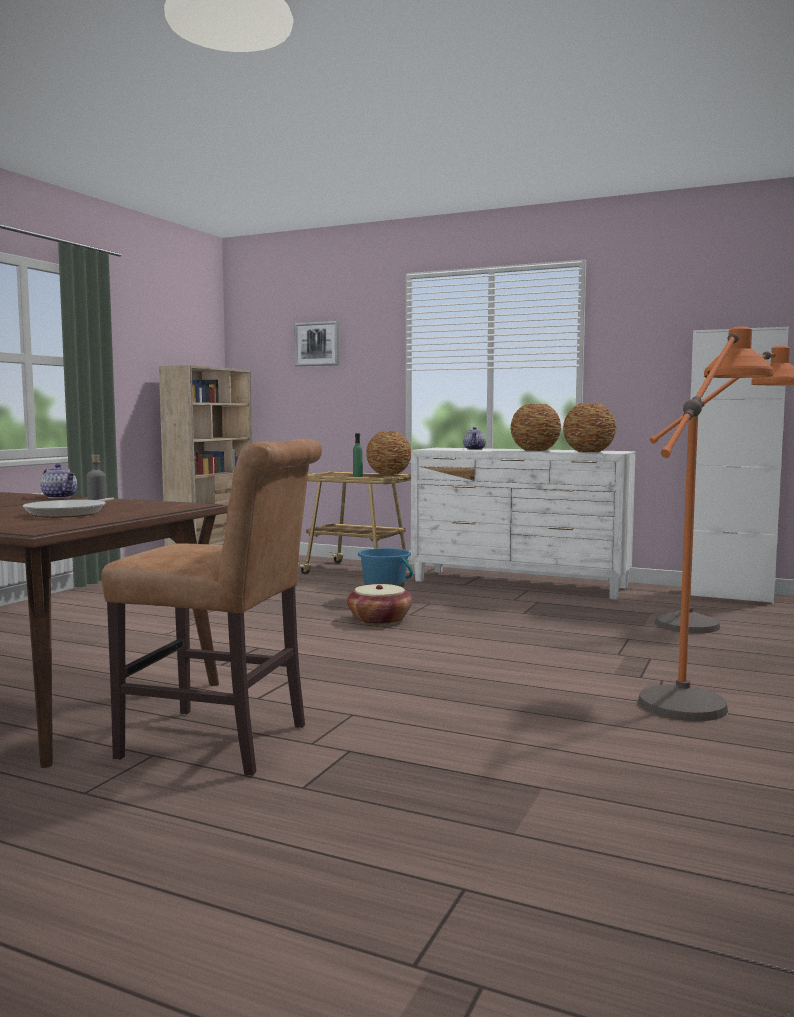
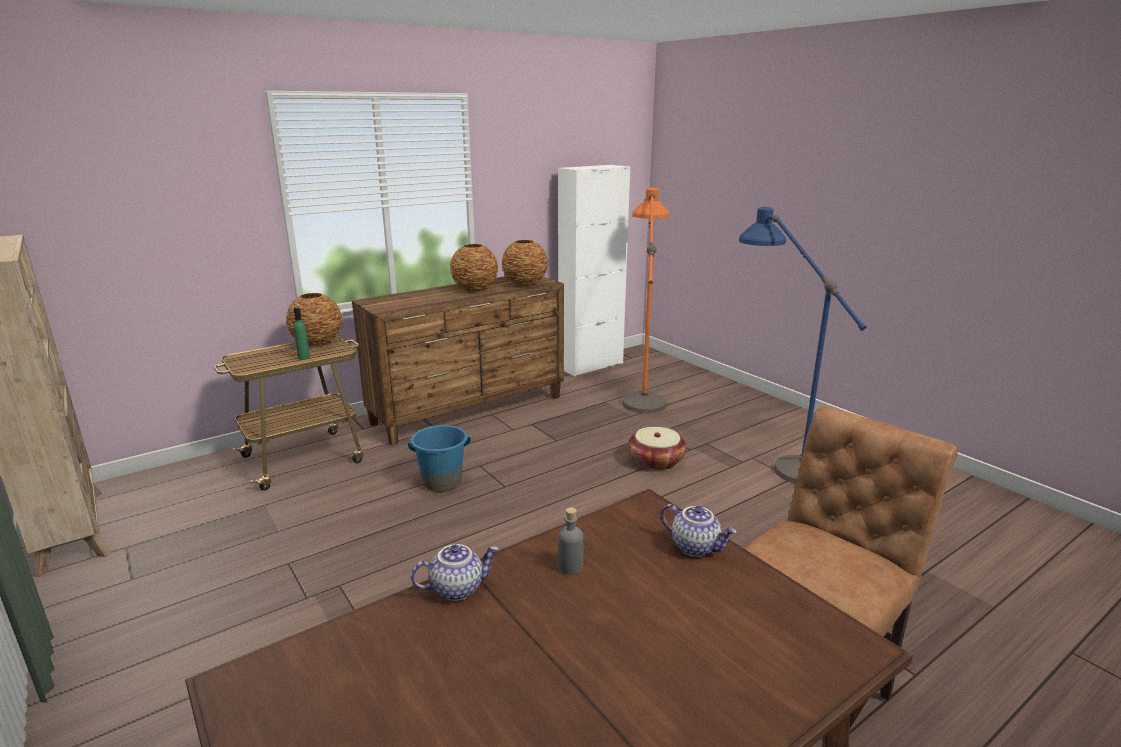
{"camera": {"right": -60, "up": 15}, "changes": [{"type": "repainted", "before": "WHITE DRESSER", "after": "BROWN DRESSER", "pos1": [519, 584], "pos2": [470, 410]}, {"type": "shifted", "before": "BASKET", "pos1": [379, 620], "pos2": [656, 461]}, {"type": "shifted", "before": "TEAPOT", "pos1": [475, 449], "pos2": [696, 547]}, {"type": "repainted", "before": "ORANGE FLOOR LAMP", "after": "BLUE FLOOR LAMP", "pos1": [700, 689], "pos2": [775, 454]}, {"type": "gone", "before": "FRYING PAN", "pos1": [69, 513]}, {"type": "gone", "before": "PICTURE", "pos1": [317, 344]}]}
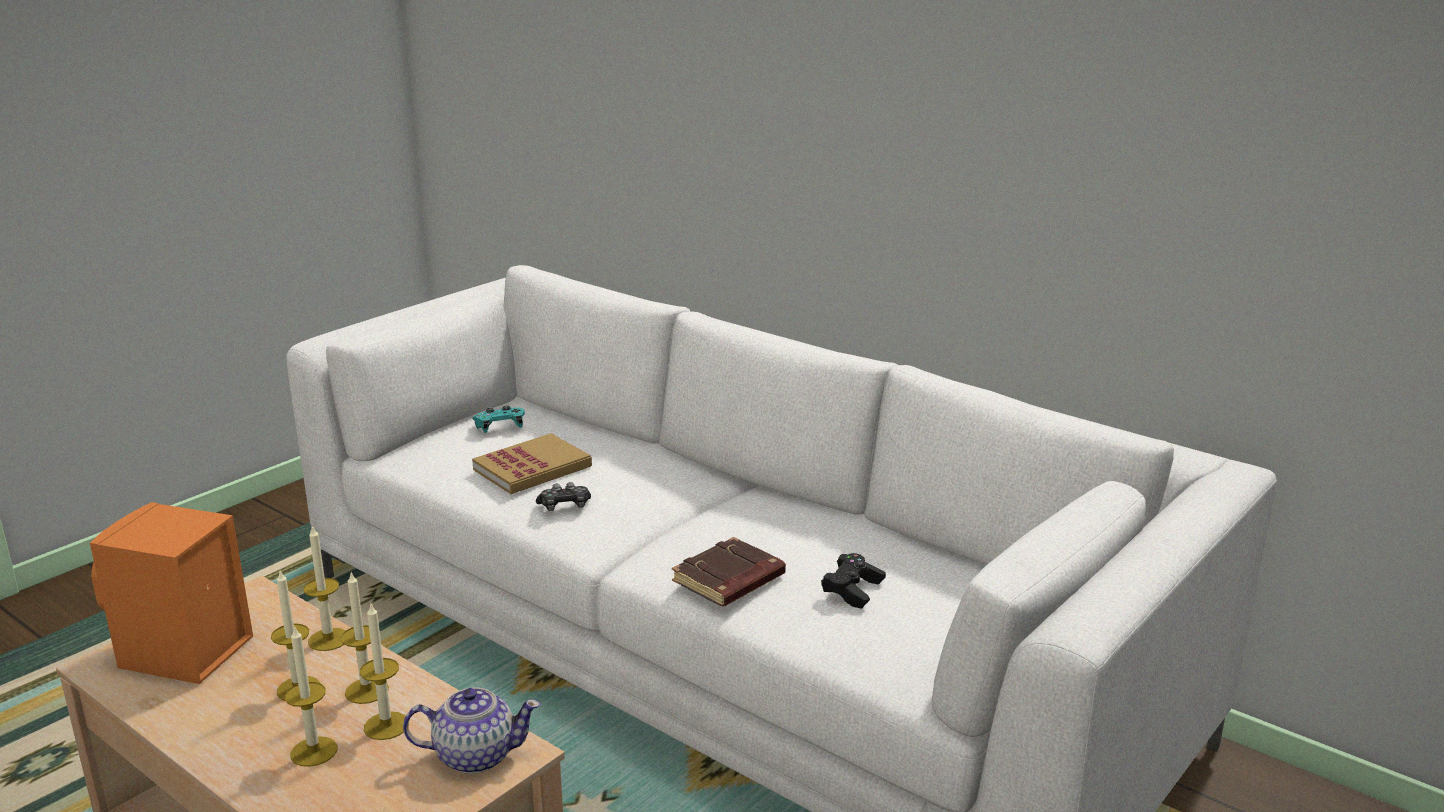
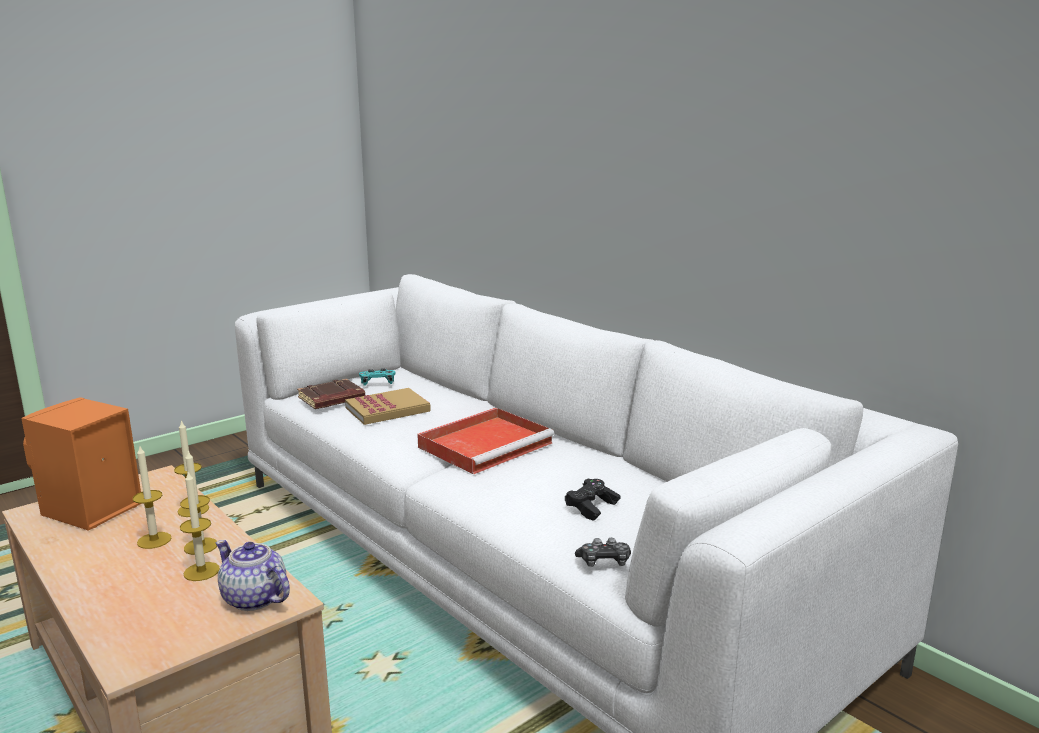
{"camera": {"right": 10, "up": -5}, "changes": [{"type": "rotated", "before": "TEAPOT", "pos1": [474, 755], "pos2": [254, 599], "turn": -150}, {"type": "shifted", "before": "BROWN BOOK", "pos1": [729, 580], "pos2": [331, 400]}, {"type": "new", "after": "RED TRAY", "pos2": [487, 444]}, {"type": "shifted", "before": "GAME CONTROLLER", "pos1": [564, 506], "pos2": [604, 562]}, {"type": "gone", "before": "CANDLE", "pos1": [314, 751]}]}
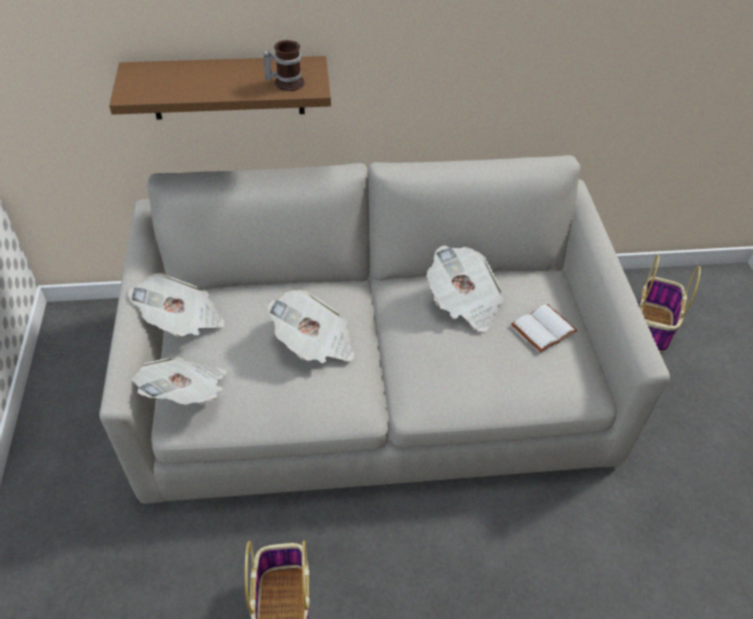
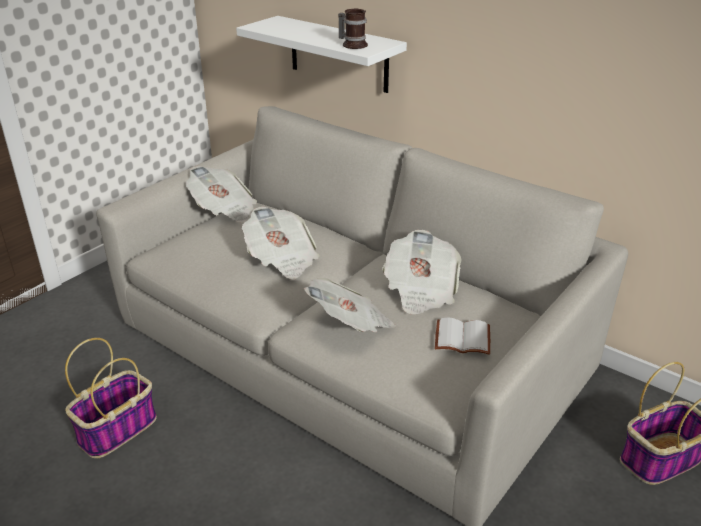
{"camera": {"right": 45, "up": -15}, "changes": [{"type": "repainted", "before": "BROWN SHELF", "after": "WHITE SHELF", "pos1": [227, 88], "pos2": [338, 54]}, {"type": "shifted", "before": "NEWSPAPER", "pos1": [186, 393], "pos2": [351, 325]}]}
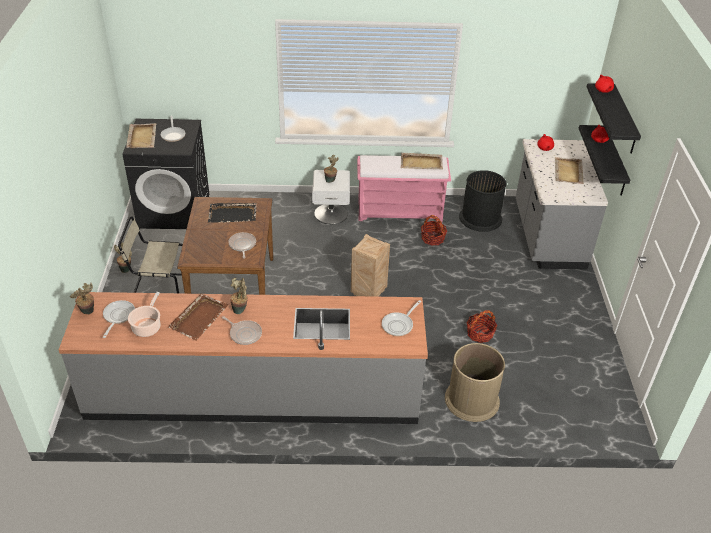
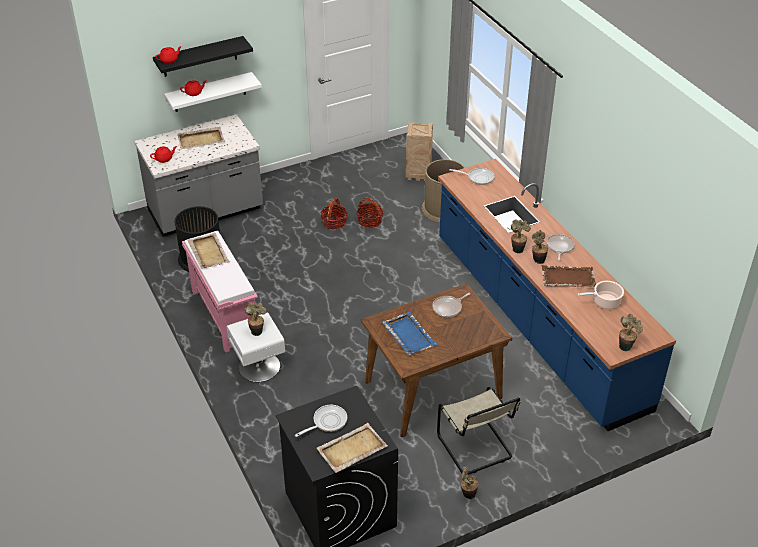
{"camera": {"right": -115, "up": 0}, "changes": [{"type": "repainted", "before": "BLACK SHELF", "after": "WHITE SHELF", "pos1": [614, 162], "pos2": [209, 92]}, {"type": "shifted", "before": "BASKET", "pos1": [432, 238], "pos2": [334, 222]}, {"type": "repainted", "before": "BLACK TRAY", "after": "BLUE TRAY", "pos1": [233, 214], "pos2": [408, 334]}, {"type": "shifted", "before": "CRATE", "pos1": [368, 293], "pos2": [419, 174]}, {"type": "repainted", "before": "GREY COUNTER", "after": "BLUE COUNTER", "pos1": [254, 392], "pos2": [537, 321]}, {"type": "new", "after": "POTTED PLANT", "pos2": [517, 249]}, {"type": "gone", "before": "FRYING PAN", "pos1": [118, 316]}]}
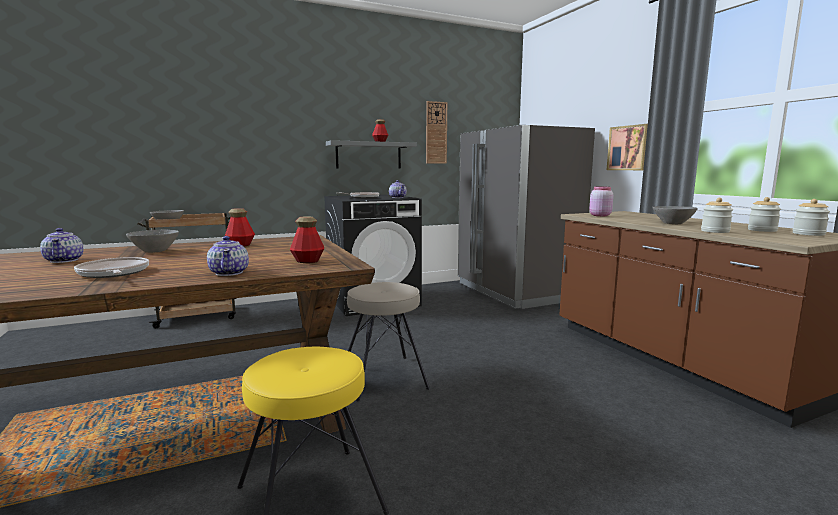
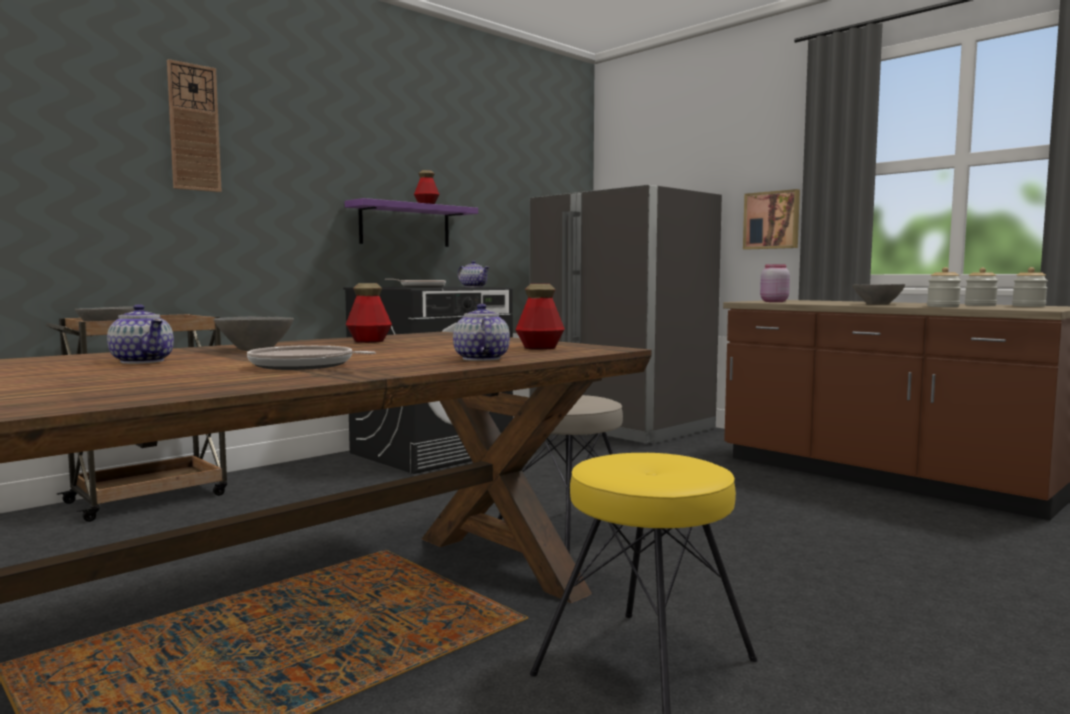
{"camera": {"right": -20, "up": -5}, "changes": [{"type": "shifted", "before": "WALL CLOCK", "pos1": [436, 133], "pos2": [194, 128]}, {"type": "repainted", "before": "GREY SHELF", "after": "PURPLE SHELF", "pos1": [368, 155], "pos2": [405, 225]}, {"type": "rotated", "before": "TEAPOT", "pos1": [229, 273], "pos2": [481, 359], "turn": -150}]}
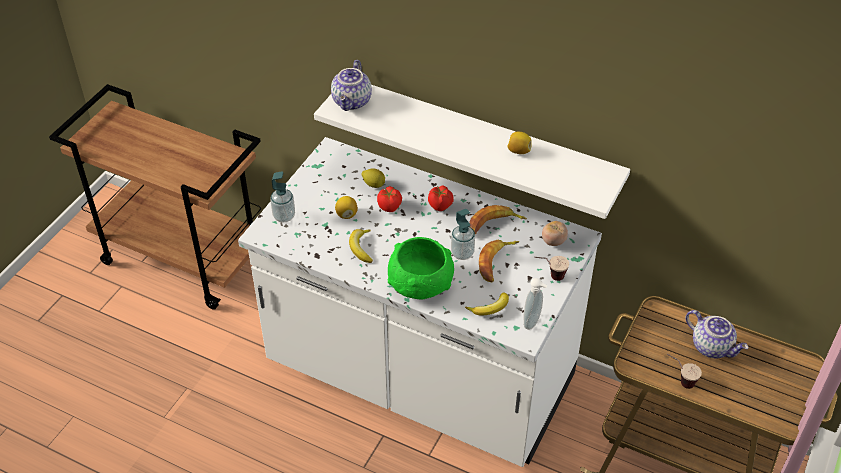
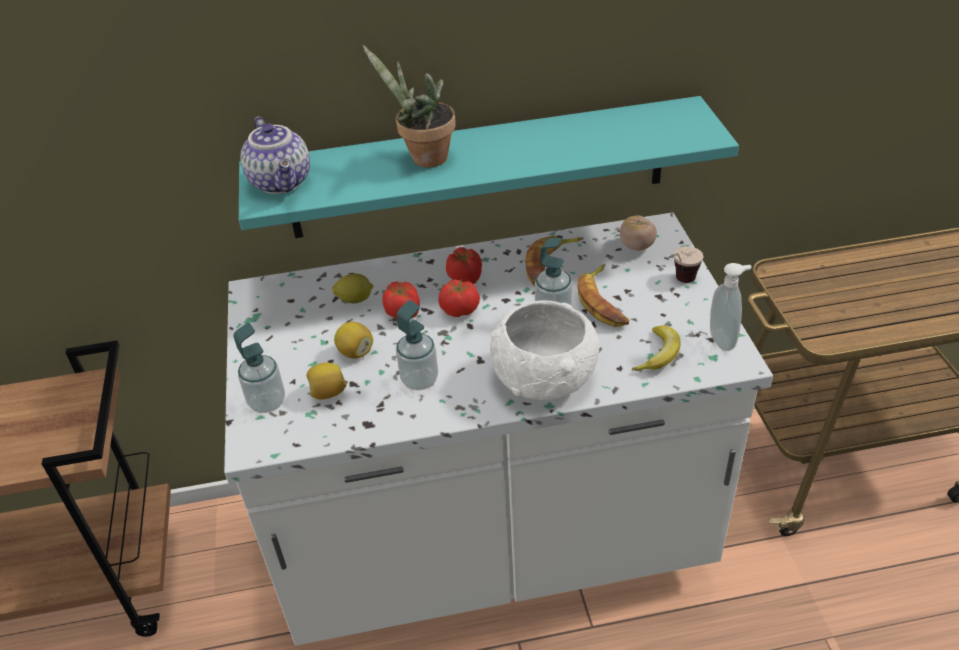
{"camera": {"right": -35, "up": -5}, "changes": [{"type": "repainted", "before": "WHITE SHELF", "after": "TURQUOISE SHELF", "pos1": [480, 144], "pos2": [478, 169]}, {"type": "shifted", "before": "LEMON", "pos1": [518, 151], "pos2": [328, 393]}, {"type": "new", "after": "POTTED PLANT", "pos2": [423, 158]}, {"type": "swapped", "before": "BANANA", "after": "SOAP DISPENSER", "pos1": [361, 248], "pos2": [419, 380]}, {"type": "new", "after": "TOMATO", "pos2": [460, 310]}, {"type": "repainted", "before": "GREEN BOWL", "after": "WHITE BOWL", "pos1": [420, 283], "pos2": [544, 376]}, {"type": "gone", "before": "CUP", "pos1": [679, 380]}, {"type": "gone", "before": "TEAPOT", "pos1": [712, 346]}]}
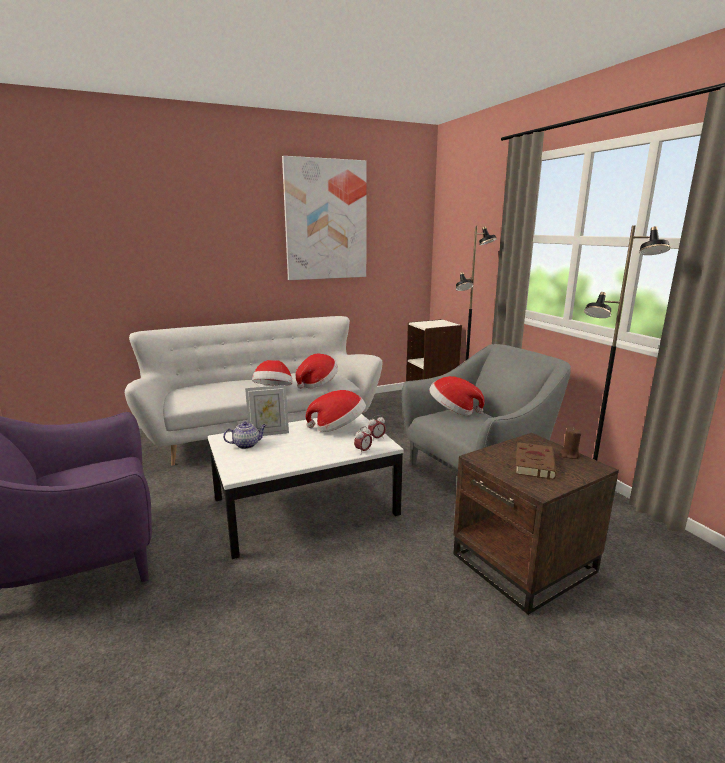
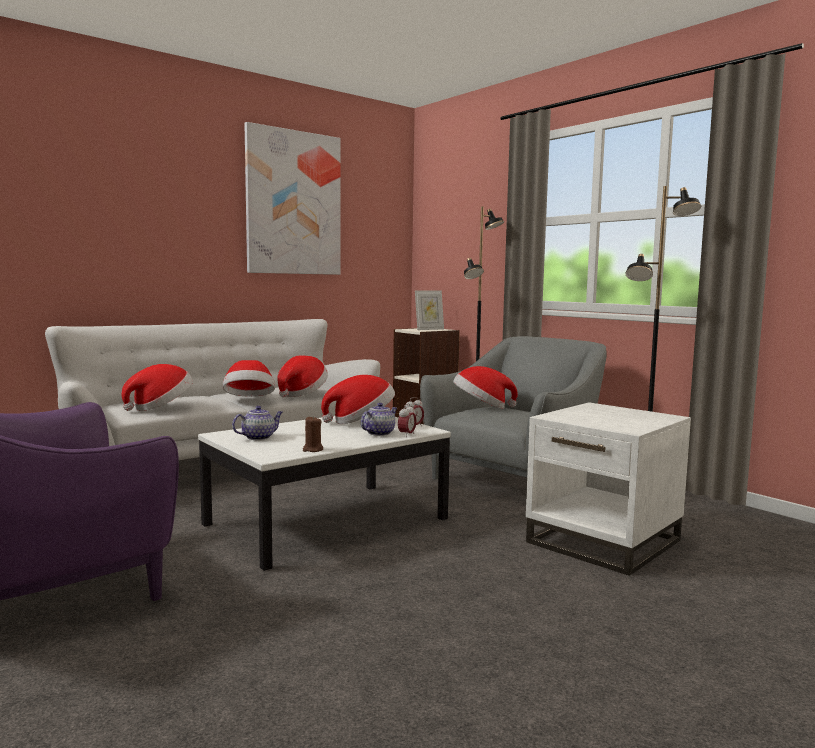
{"camera": {"right": -15, "up": -10}, "changes": [{"type": "new", "after": "HAT", "pos2": [161, 408]}, {"type": "shifted", "before": "BROWN CANDLE", "pos1": [569, 455], "pos2": [312, 450]}, {"type": "new", "after": "TEAPOT", "pos2": [379, 433]}, {"type": "shifted", "before": "PICTURE FRAME", "pos1": [269, 433], "pos2": [429, 329]}, {"type": "repainted", "before": "BROWN SIDE TABLE", "after": "WHITE SIDE TABLE", "pos1": [525, 563], "pos2": [605, 542]}, {"type": "gone", "before": "BROWN BOOK", "pos1": [534, 463]}]}
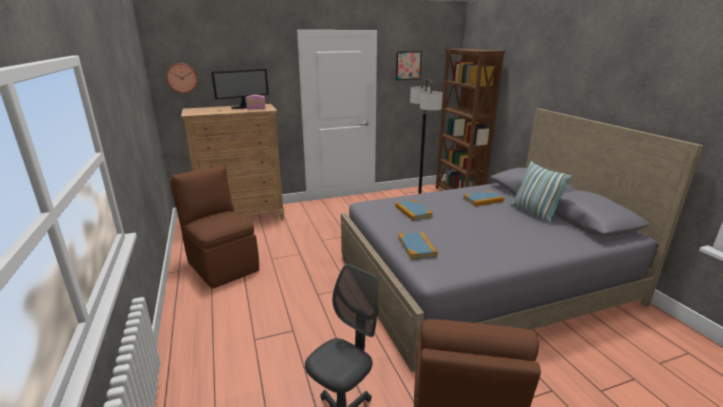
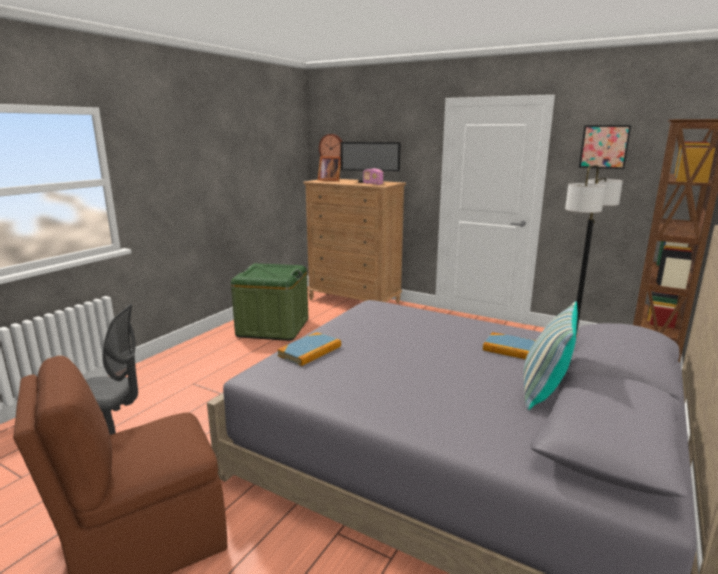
{"camera": {"right": 50, "up": -5}, "changes": [{"type": "swapped", "before": "BROWN CHAIR", "after": "GREEN STORAGE BOX", "pos1": [222, 265], "pos2": [273, 328]}, {"type": "new", "after": "PICTURE FRAME", "pos2": [329, 180]}, {"type": "gone", "before": "BOOK", "pos1": [413, 212]}]}
